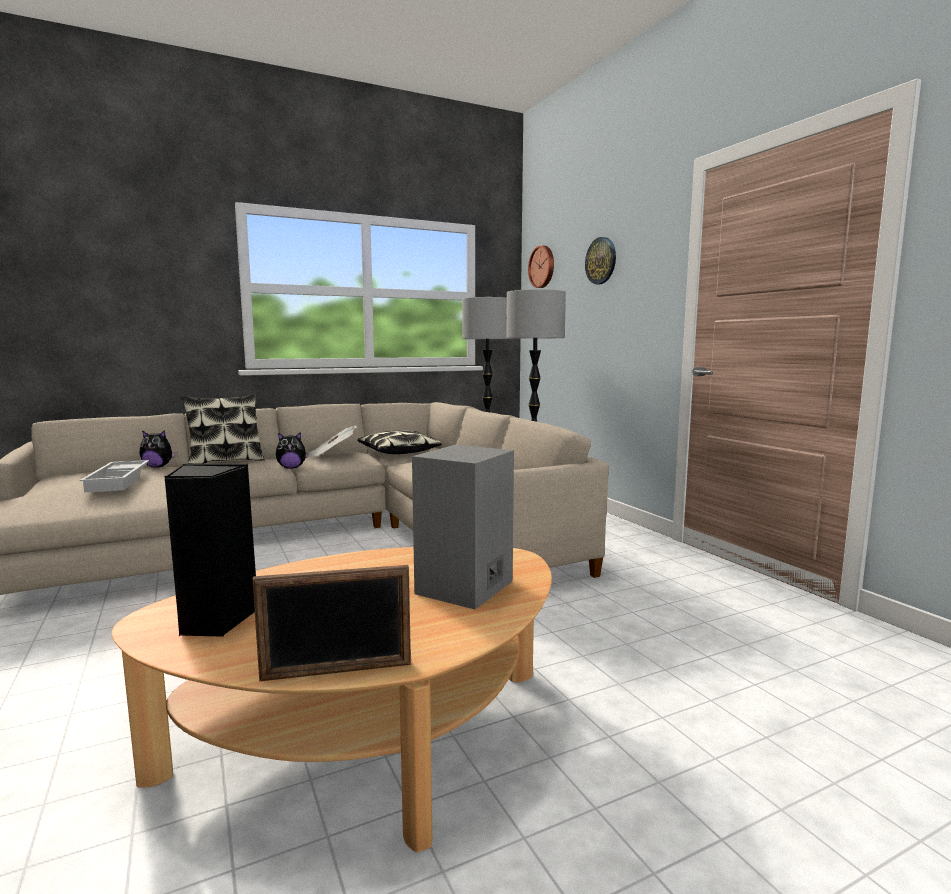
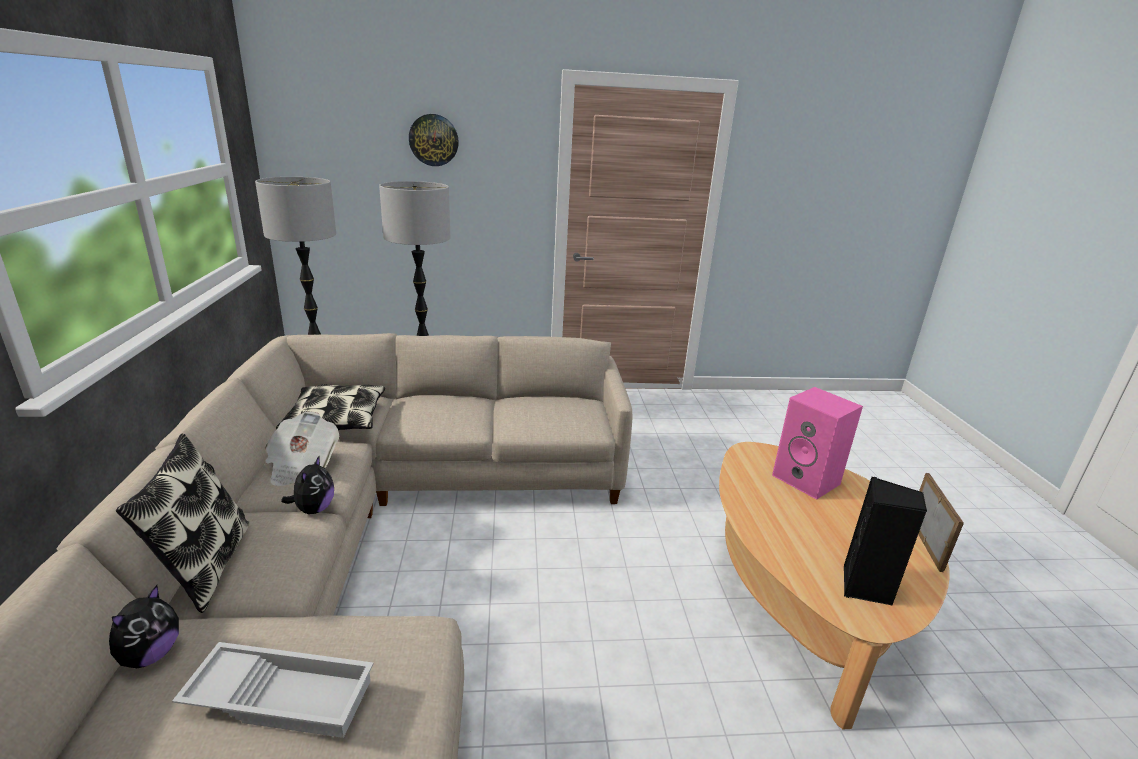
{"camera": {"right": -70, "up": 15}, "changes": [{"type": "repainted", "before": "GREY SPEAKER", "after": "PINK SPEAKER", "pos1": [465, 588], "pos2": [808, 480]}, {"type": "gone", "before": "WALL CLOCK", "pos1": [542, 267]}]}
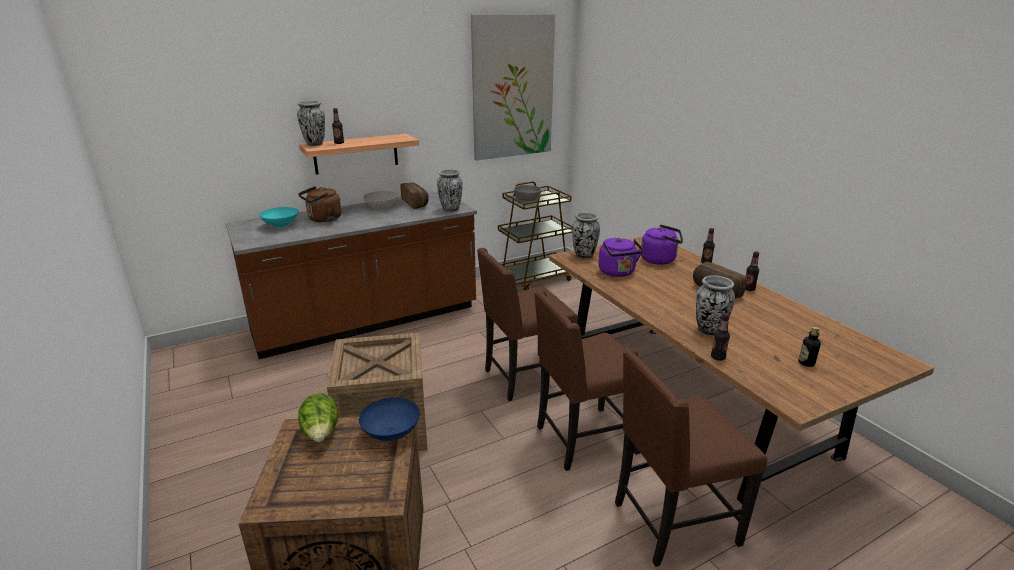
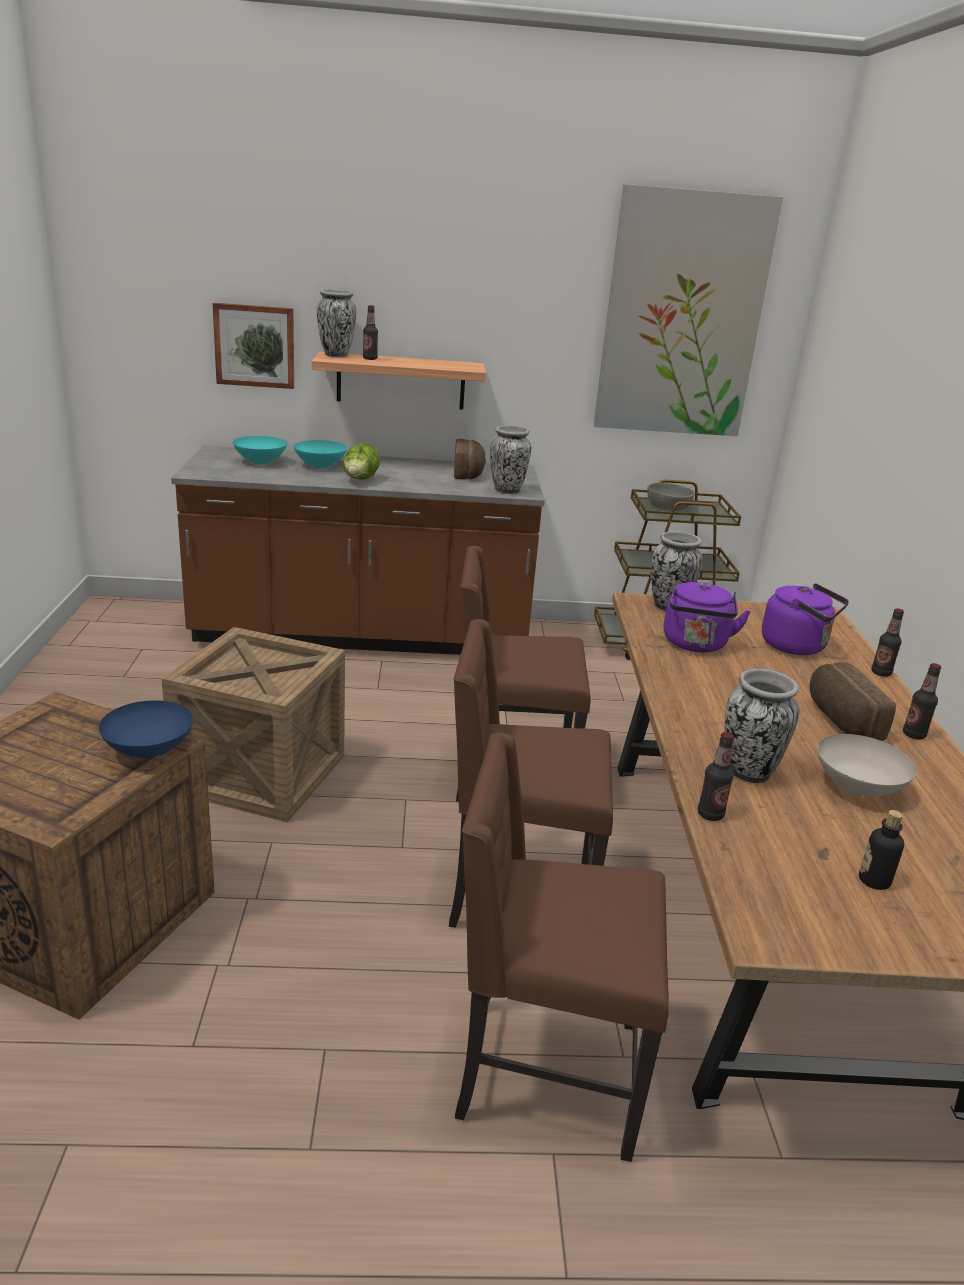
{"camera": {"right": 25, "up": 0}, "changes": [{"type": "new", "after": "PICTURE", "pos2": [255, 345]}, {"type": "swapped", "before": "BROWN KETTLE", "after": "TURQUOISE BOWL", "pos1": [323, 219], "pos2": [320, 466]}, {"type": "shifted", "before": "LETTUCE", "pos1": [321, 434], "pos2": [360, 480]}, {"type": "shifted", "before": "WHITE BOWL", "pos1": [381, 208], "pos2": [857, 787]}]}
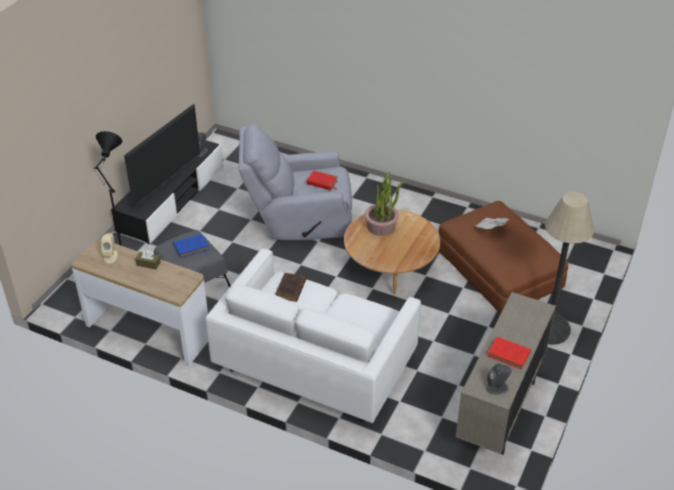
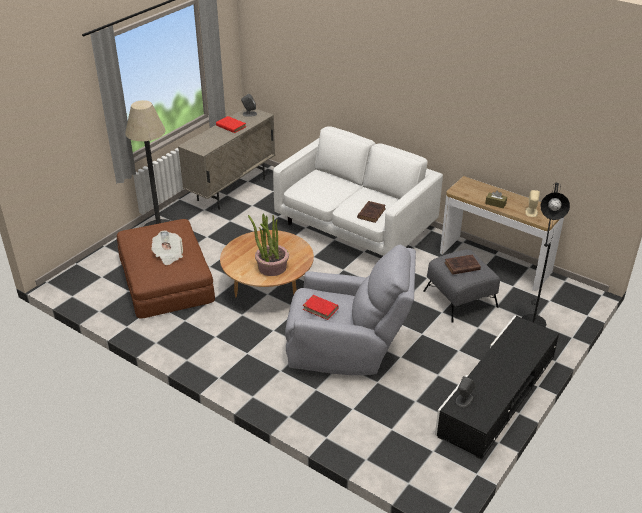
{"camera": {"right": -170, "up": -5}, "changes": [{"type": "repainted", "before": "BLUE BOOK", "after": "BROWN BOOK", "pos1": [192, 247], "pos2": [461, 266]}, {"type": "gone", "before": "TELEVISION", "pos1": [167, 185]}]}
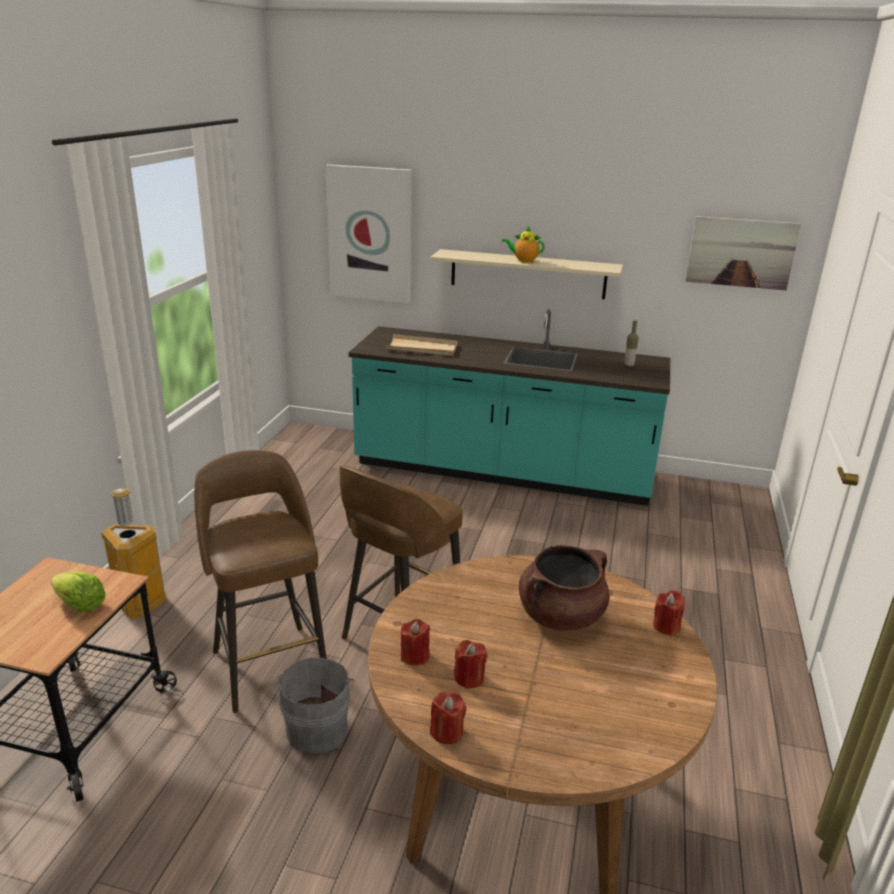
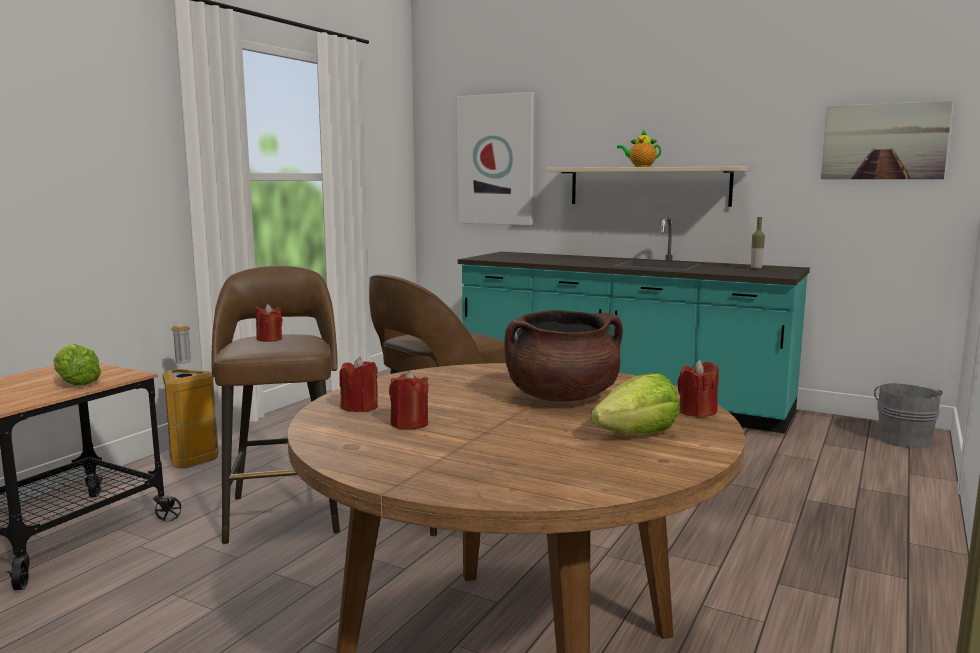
{"camera": {"right": 15, "up": -15}, "changes": [{"type": "shifted", "before": "RED CANDLE", "pos1": [447, 732], "pos2": [269, 339]}, {"type": "new", "after": "LETTUCE", "pos2": [637, 435]}, {"type": "shifted", "before": "GREY BUCKET", "pos1": [318, 727], "pos2": [903, 439]}, {"type": "gone", "before": "BEIGE TRAY", "pos1": [422, 348]}]}
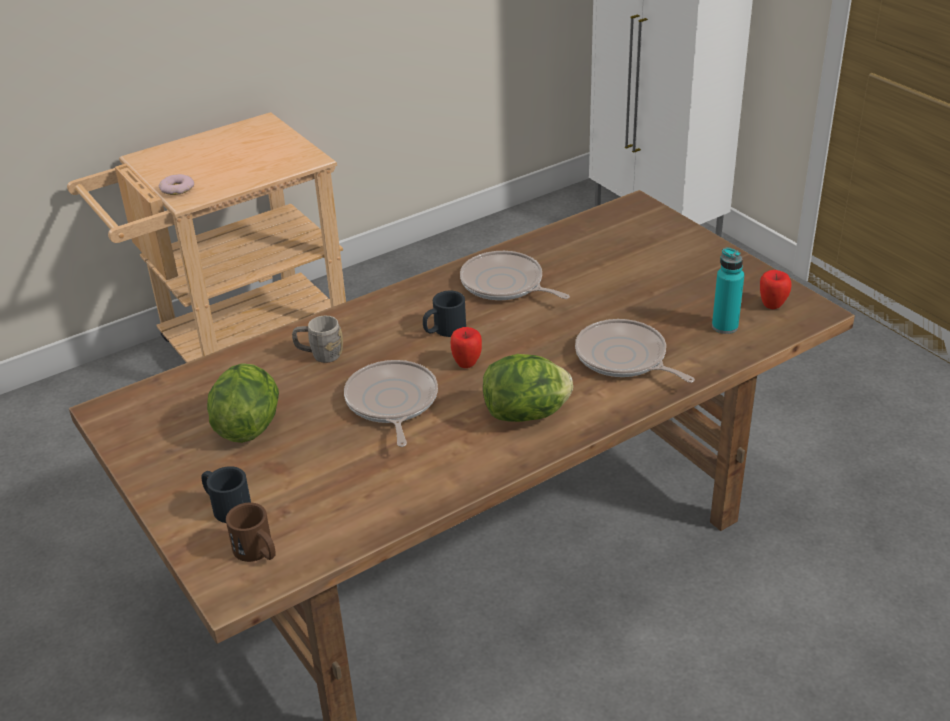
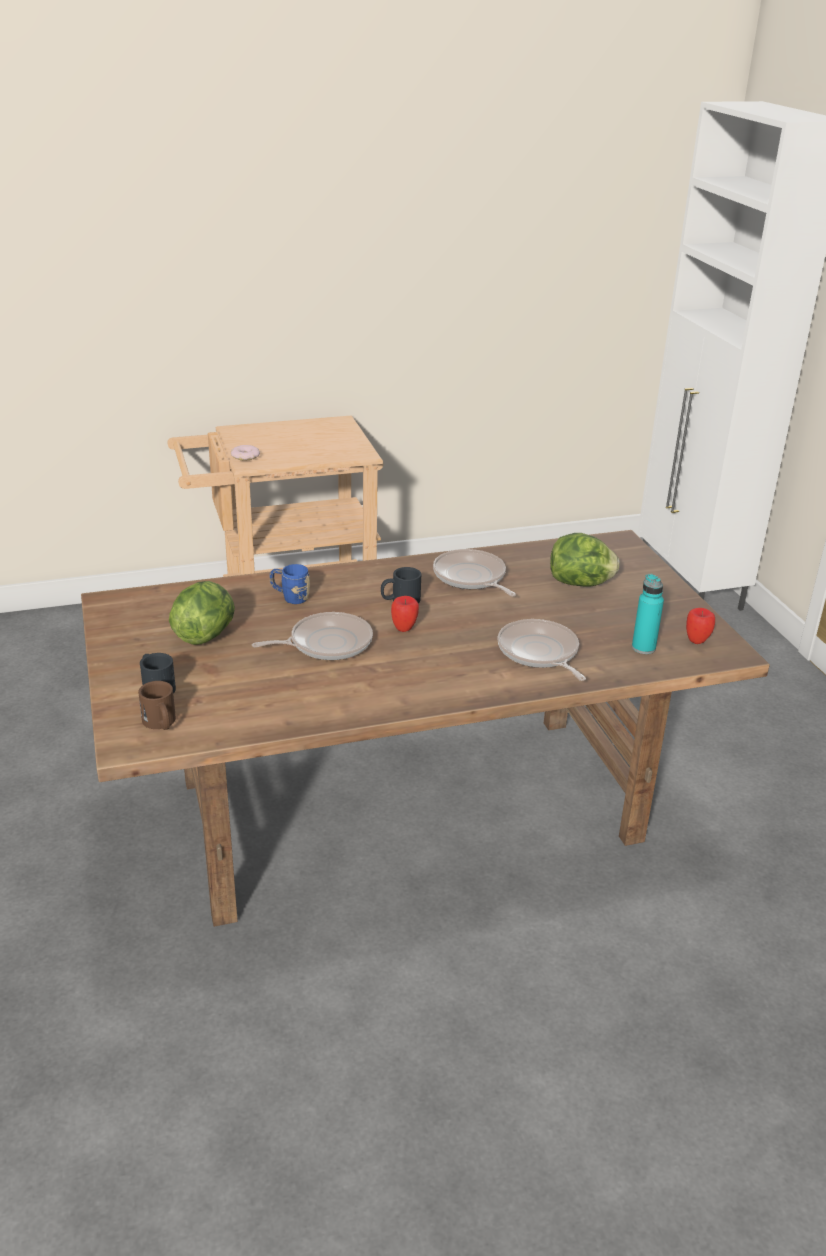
{"camera": {"right": 15, "up": -5}, "changes": [{"type": "rotated", "before": "FRYING PAN", "pos1": [391, 403], "pos2": [326, 643], "turn": 60}, {"type": "repainted", "before": "GREY MUG", "after": "BLUE MUG", "pos1": [320, 355], "pos2": [290, 597]}, {"type": "shifted", "before": "LETTUCE", "pos1": [527, 414], "pos2": [580, 583]}]}
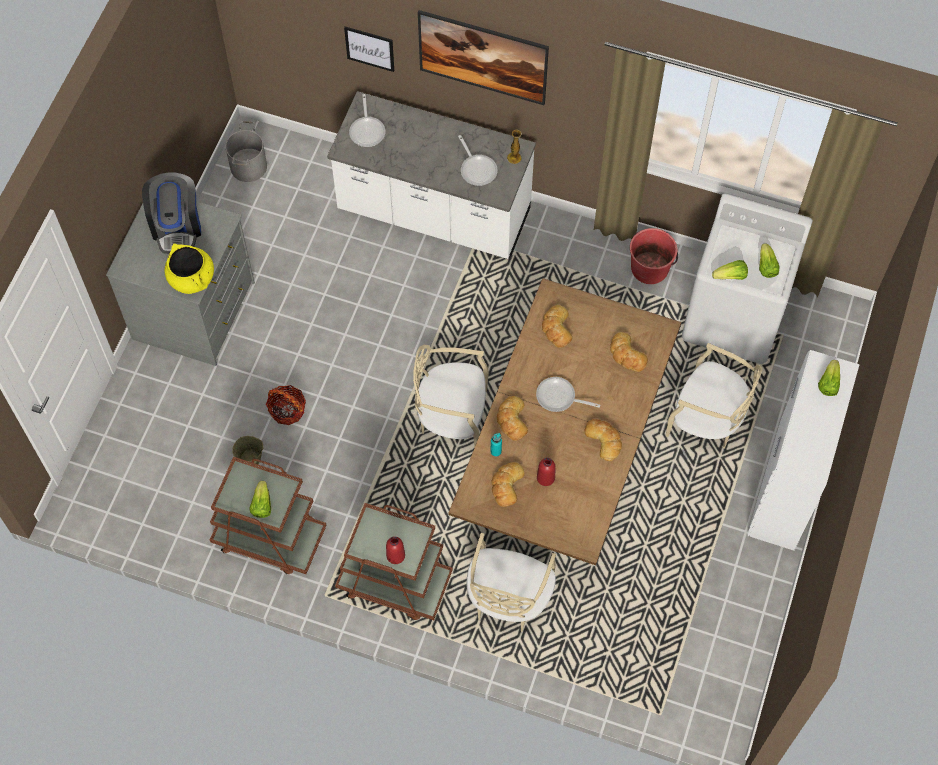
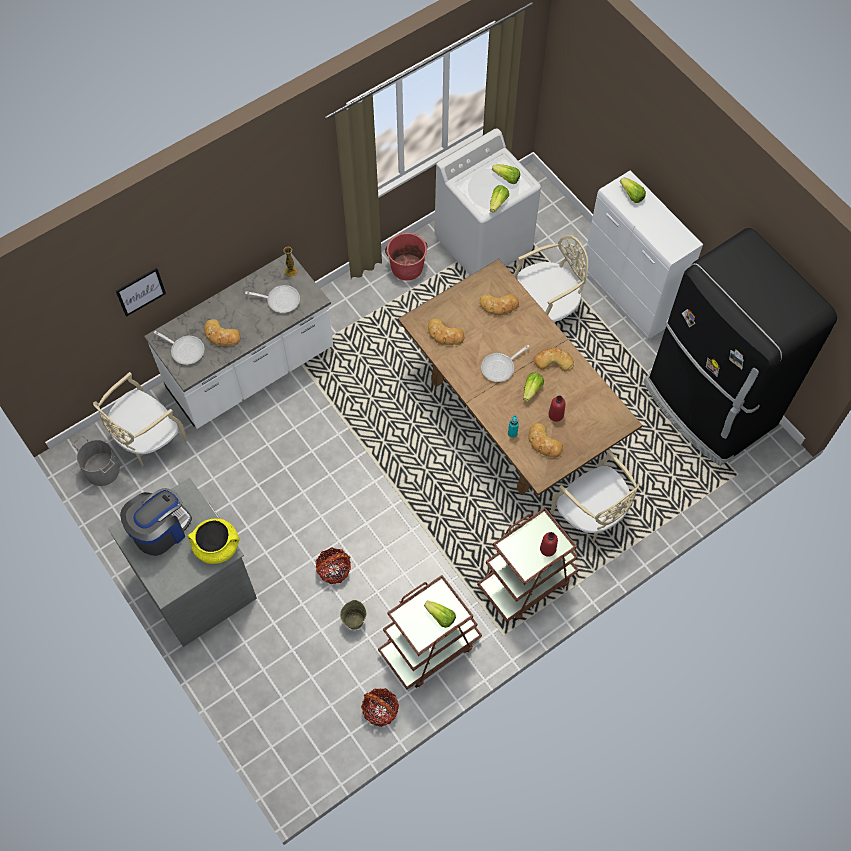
{"camera": {"right": -55, "up": 0}, "changes": [{"type": "shifted", "before": "BEIGE CHAIR", "pos1": [452, 417], "pos2": [147, 439]}, {"type": "rotated", "before": "COFFEE MACHINE", "pos1": [177, 226], "pos2": [160, 530], "turn": -75}, {"type": "shifted", "before": "BREAD", "pos1": [512, 420], "pos2": [221, 336]}, {"type": "new", "after": "BASKET", "pos2": [380, 710]}, {"type": "new", "after": "LETTUCE", "pos2": [532, 390]}, {"type": "new", "after": "BLACK FRIDGE", "pos2": [708, 405]}, {"type": "gone", "before": "PICTURE", "pos1": [482, 71]}]}
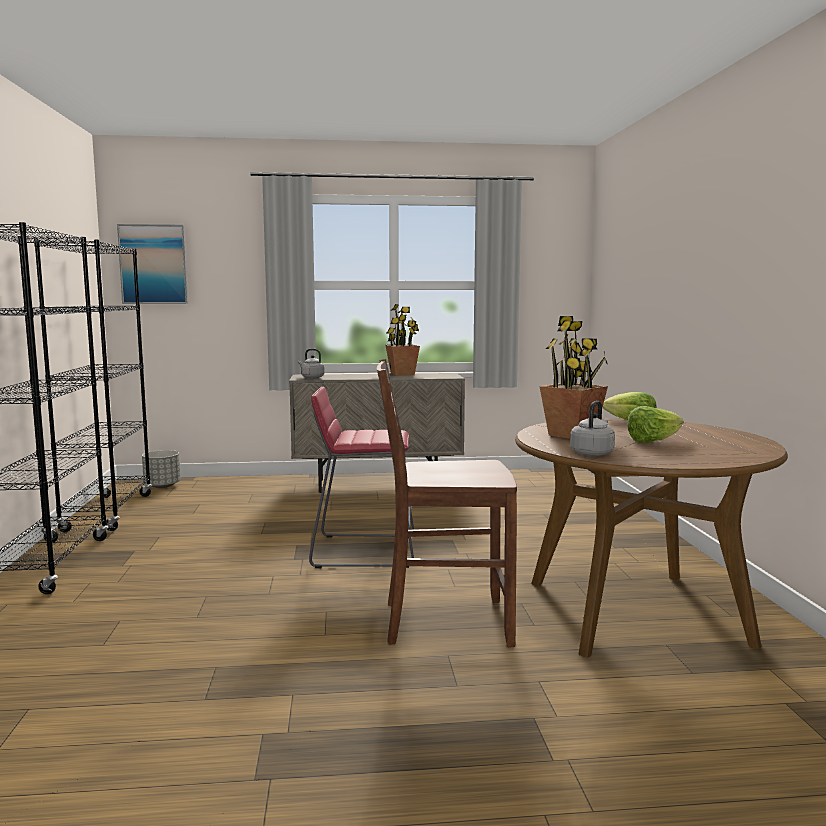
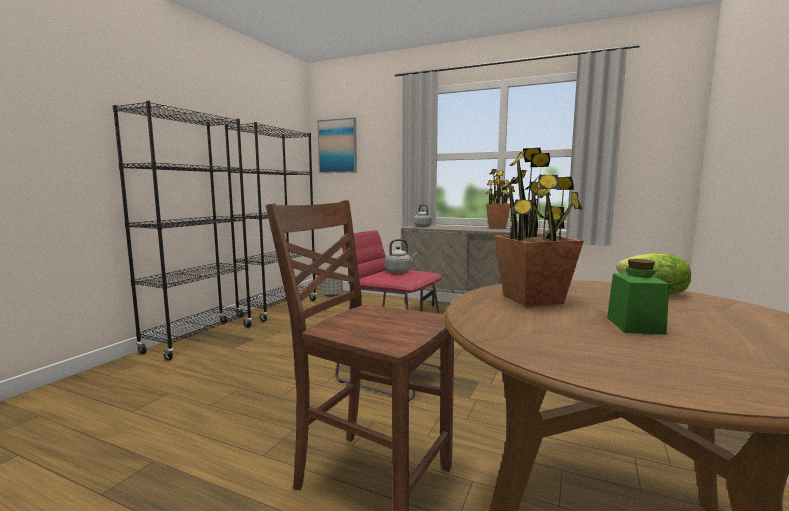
{"camera": {"right": 30, "up": 0}, "changes": [{"type": "shifted", "before": "GREY KETTLE", "pos1": [592, 453], "pos2": [399, 271]}, {"type": "swapped", "before": "LETTUCE", "after": "GREEN JAR", "pos1": [653, 441], "pos2": [635, 325]}]}
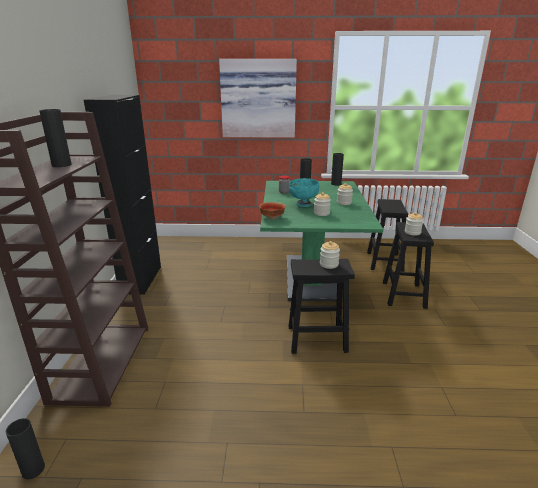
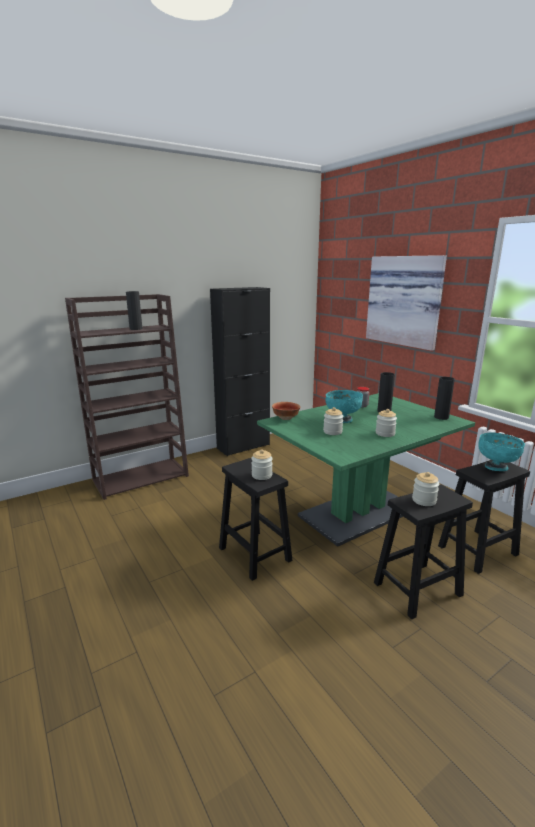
{"camera": {"right": 55, "up": -5}, "changes": [{"type": "new", "after": "TURQUOISE BOWL", "pos2": [496, 467]}, {"type": "gone", "before": "BLACK VASE", "pos1": [33, 469]}]}
